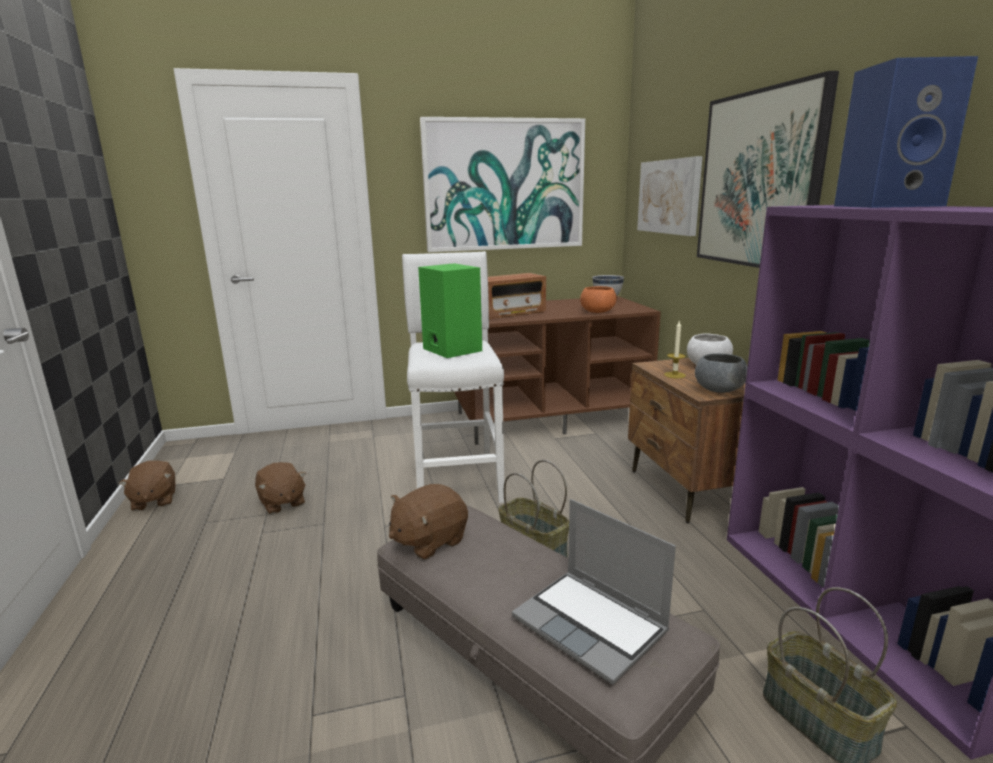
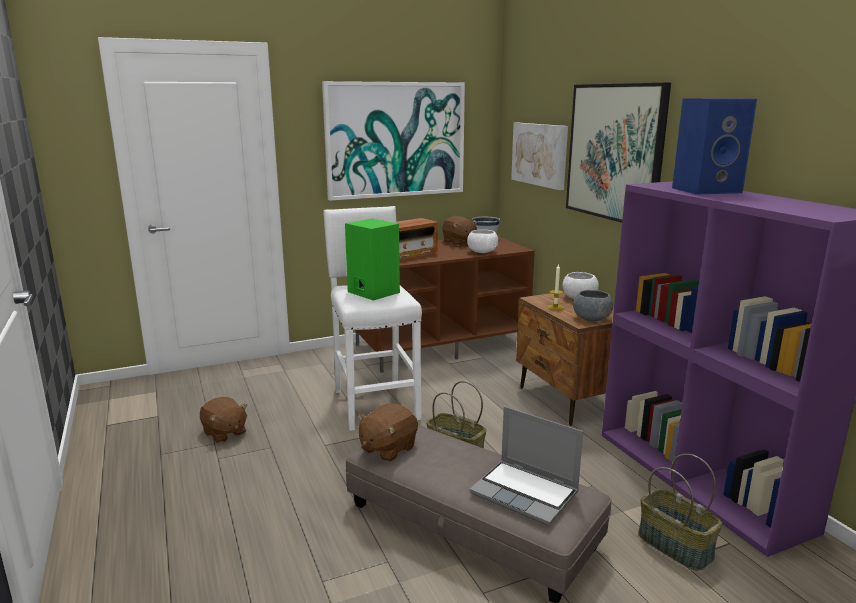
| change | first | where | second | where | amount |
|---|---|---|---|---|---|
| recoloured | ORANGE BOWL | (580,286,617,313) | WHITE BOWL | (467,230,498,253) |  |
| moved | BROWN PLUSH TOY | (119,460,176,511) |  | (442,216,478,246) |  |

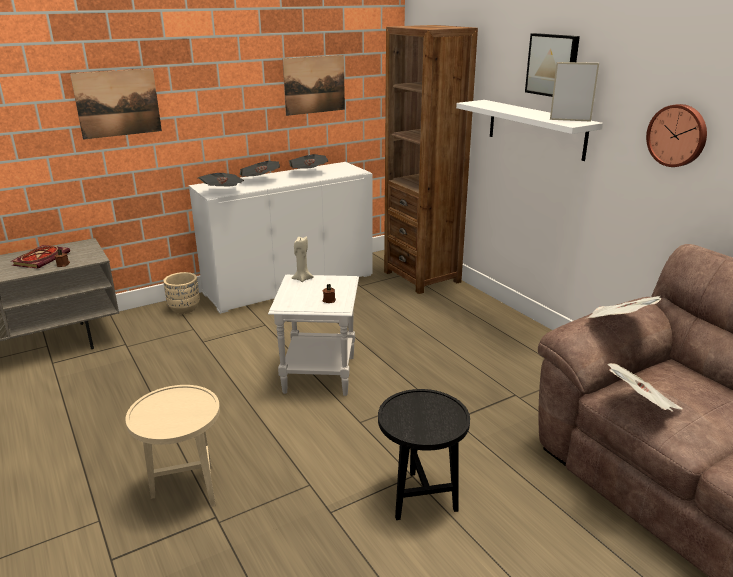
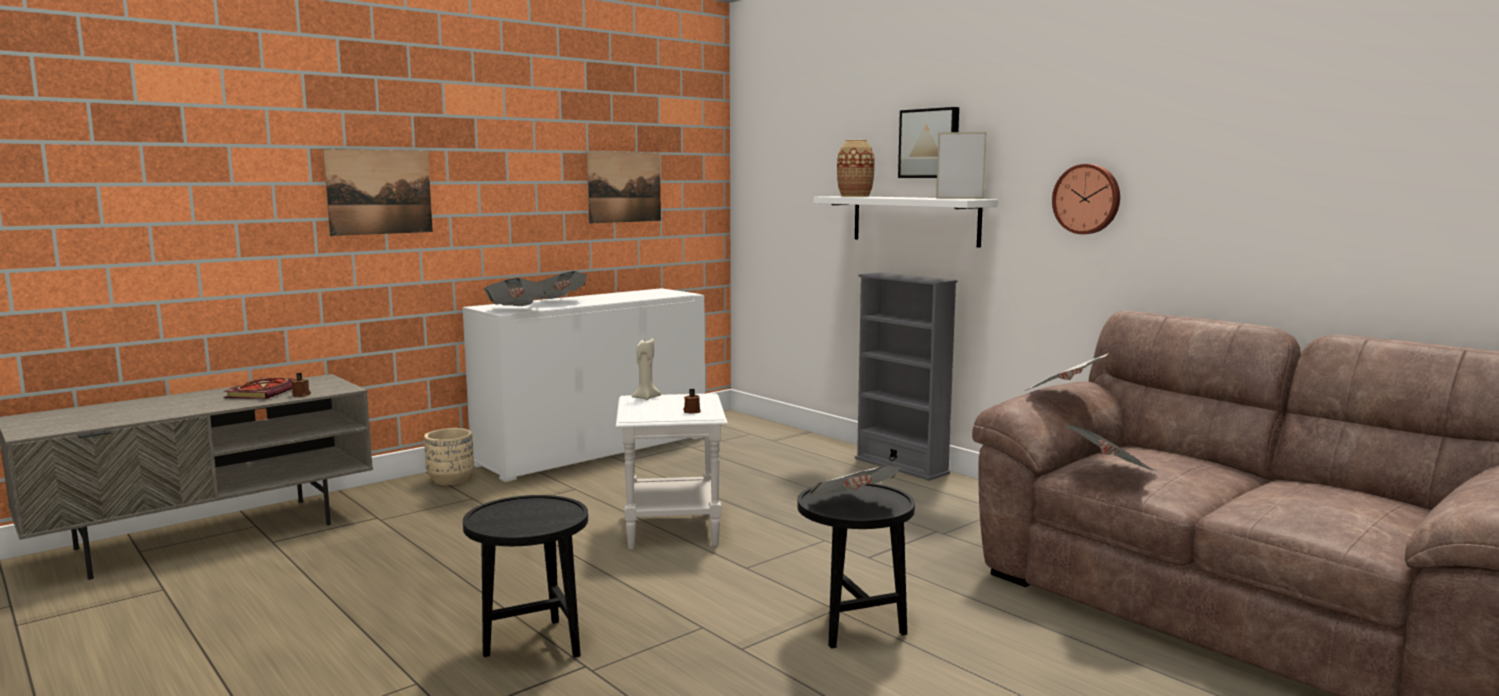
| change | first | where | second | where | amount |
|---|---|---|---|---|---|
| removed | BROWN BOOKCASE | (384,25,478,294) |  |  |  |
| moved | NEWSPAPER | (289,154,328,169) |  | (808,466,901,495) |  |
| recoloured | BEIGE SIDE TABLE | (125,385,220,507) | BLACK SIDE TABLE | (463,495,588,658) |  |
| added |  |  | VASE | (837,140,875,197) |  |
| added |  |  | GREY BOOKCASE | (855,272,958,481) |  |

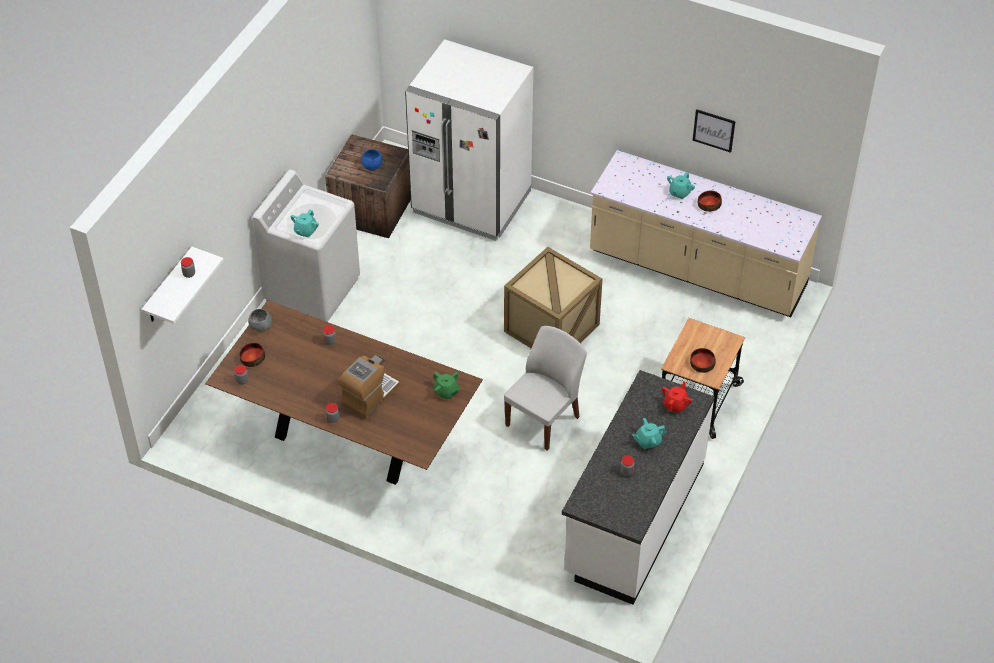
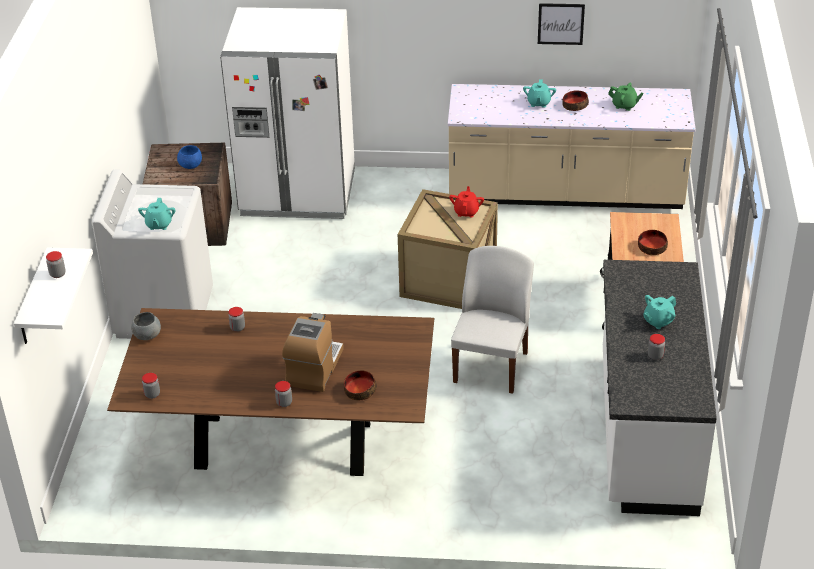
| change | first | where | second | where | amount |
|---|---|---|---|---|---|
| moved | BOWL | (239,343,265,367) |  | (344,370,377,401) |  |
| moved | GREEN TEAPOT | (433,372,460,400) |  | (608,83,644,111) |  |
| moved | RED TEAPOT | (662,381,692,413) |  | (449,186,484,218) |  |

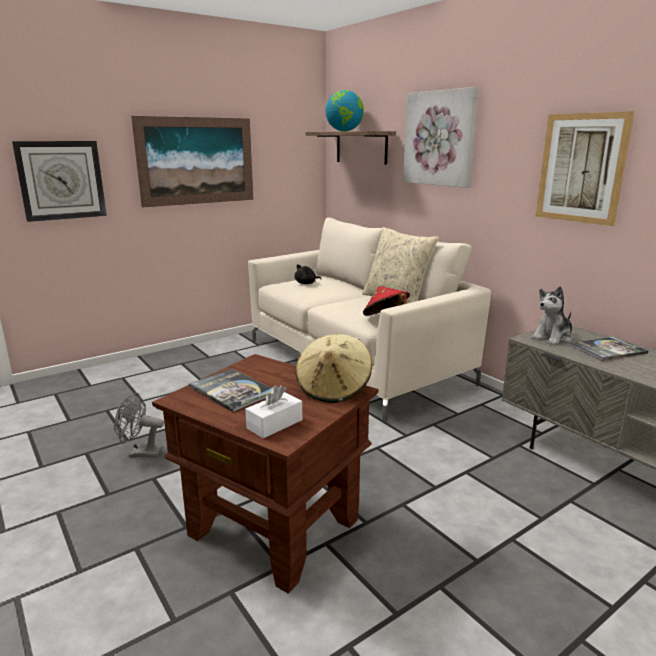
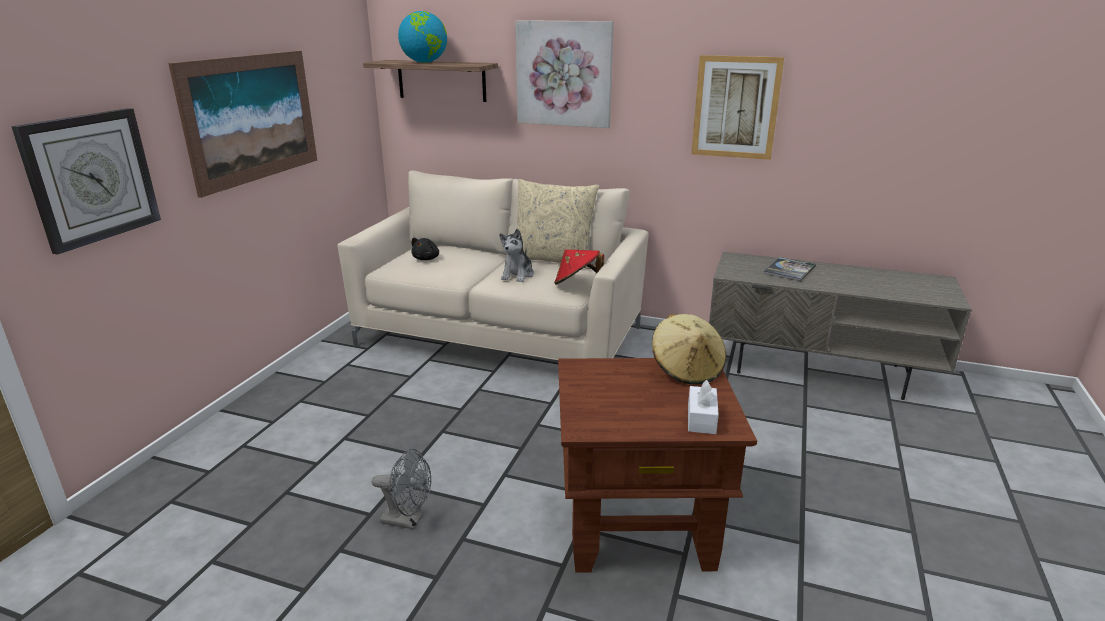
| change | first | where | second | where | amount |
|---|---|---|---|---|---|
| moved | PLUSH TOY | (531,286,572,345) |  | (499,229,534,282) |  |
| removed | BOOK | (189,369,272,412) |  |  |  |
| turned | GREY FAN | (114,393,164,458) |  | (372,449,431,530) | 135 degrees counterclockwise |

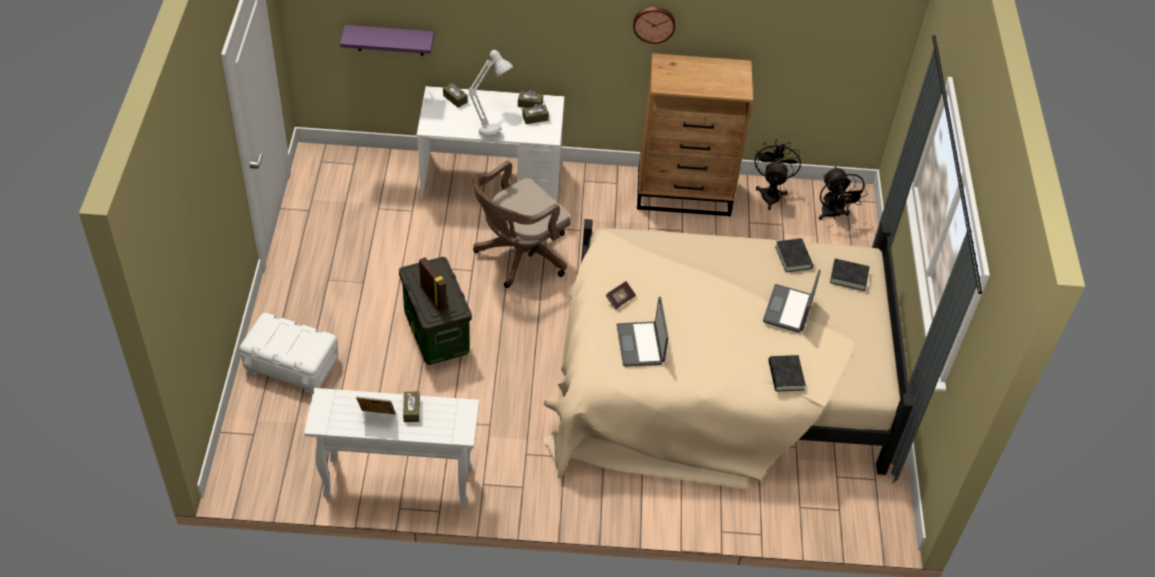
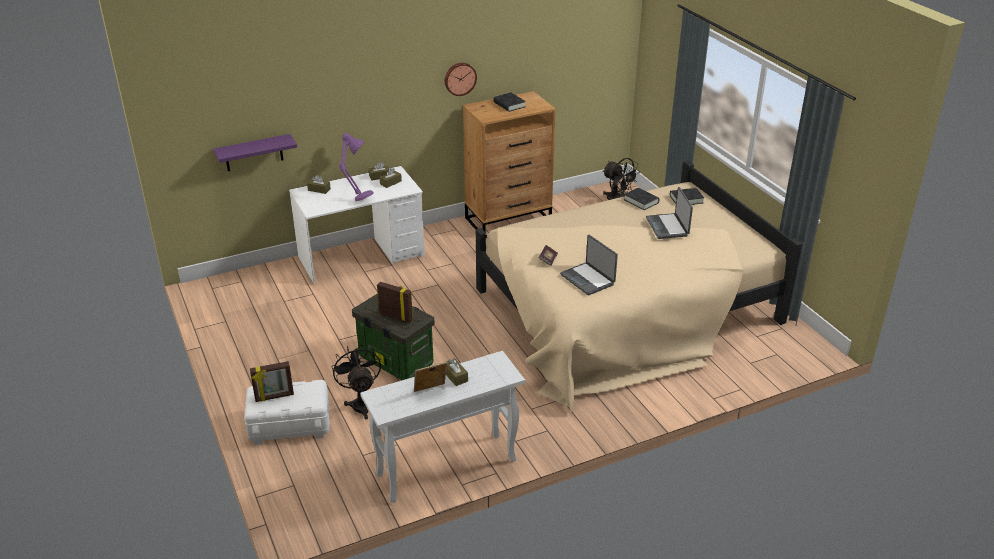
| change | first | where | second | where | amount |
|---|---|---|---|---|---|
| recoloured | GREY TABLE LAMP | (469,50,513,135) | PURPLE TABLE LAMP | (339,133,374,201) |  |
| moved | BLACK FAN | (755,139,801,210) |  | (331,344,381,420) |  |
| removed | BROWN OFFICE CHAIR | (473,161,571,288) |  |  |  |
| moved | BLACK BOOK | (768,355,806,392) |  | (493,92,526,112) |  |
| added |  |  | PICTURE FRAME | (250,361,294,402) |  |

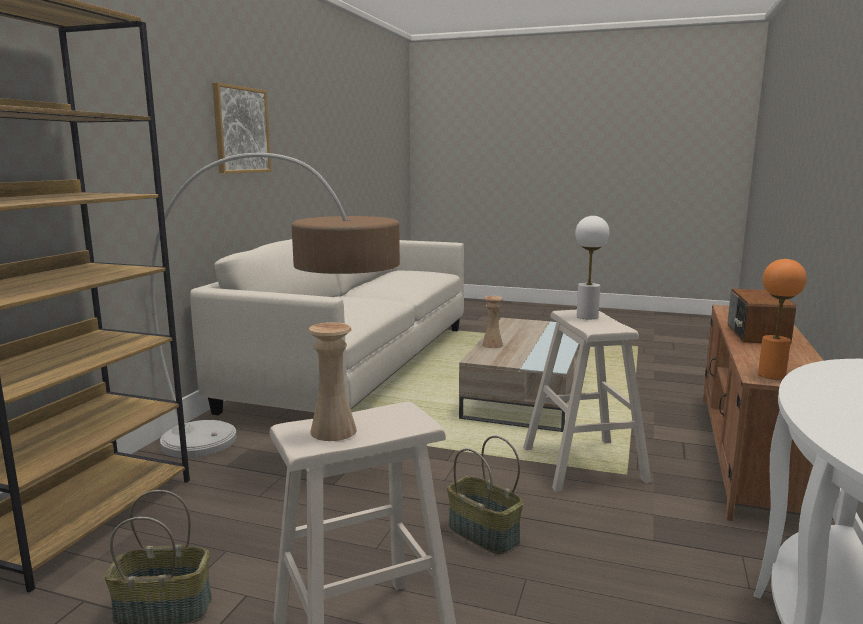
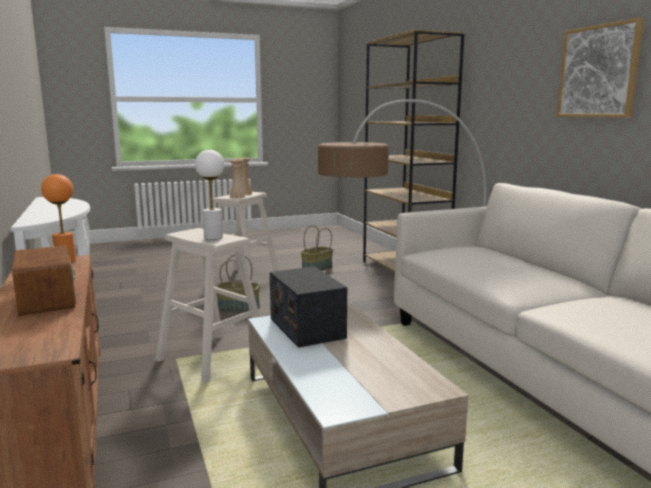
| change | first | where | second | where | amount |
|---|---|---|---|---|---|
| moved | BEIGE VASE | (482,296,503,348) |  | (229,160,245,198) |  |
| added |  |  | RADIO | (270,266,347,348) |  |

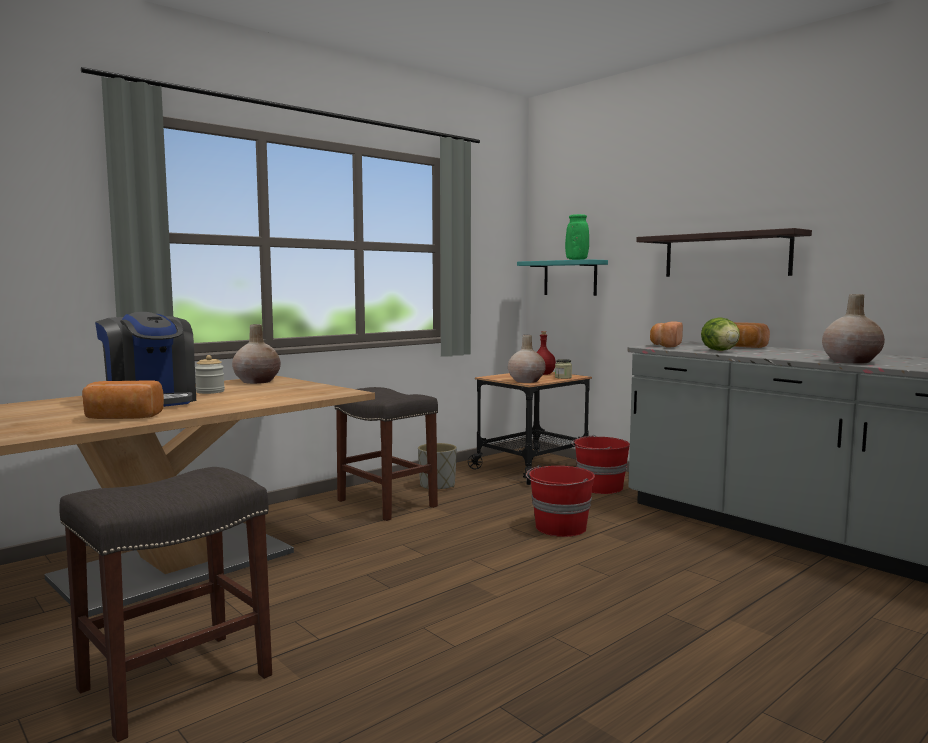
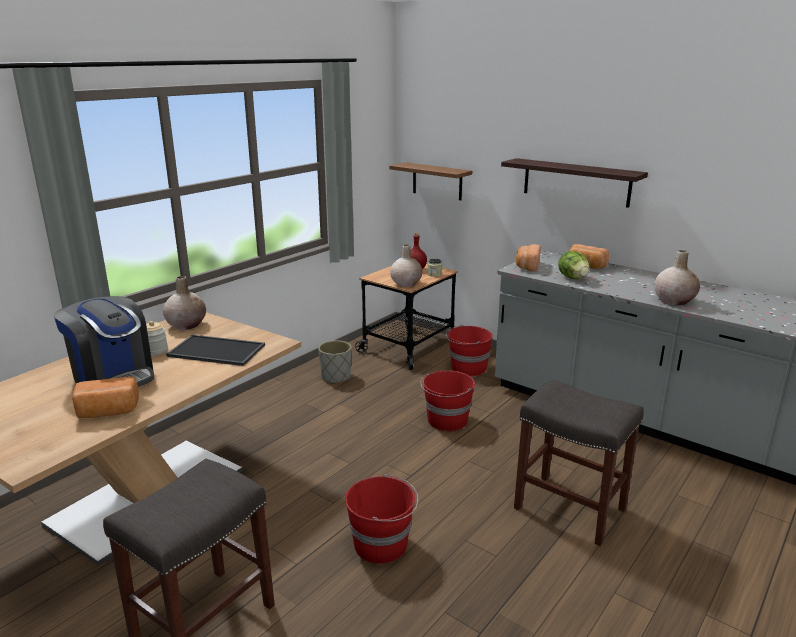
| change | first | where | second | where | amount |
|---|---|---|---|---|---|
| removed | GREEN VASE | (565,214,589,260) |  |  |  |
| recoloured | TURQUOISE SHELF | (517,259,608,296) | BROWN SHELF | (389,162,472,200) |  |
| moved | GREY STOOL | (334,387,438,521) |  | (514,379,644,546) |  |
| added |  |  | TRAY | (166,335,265,366) |  |
| added |  |  | RED BUCKET | (345,474,419,564) |  |

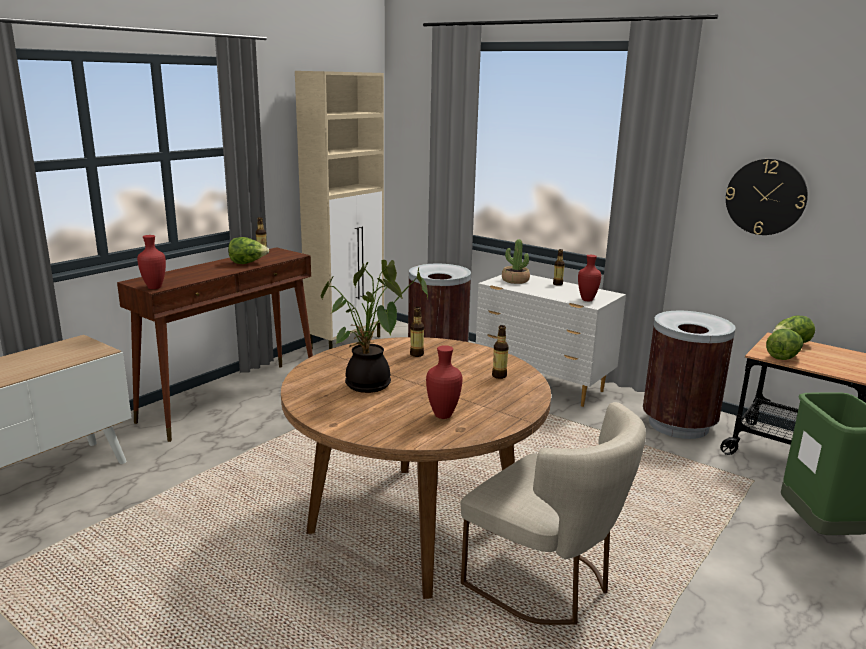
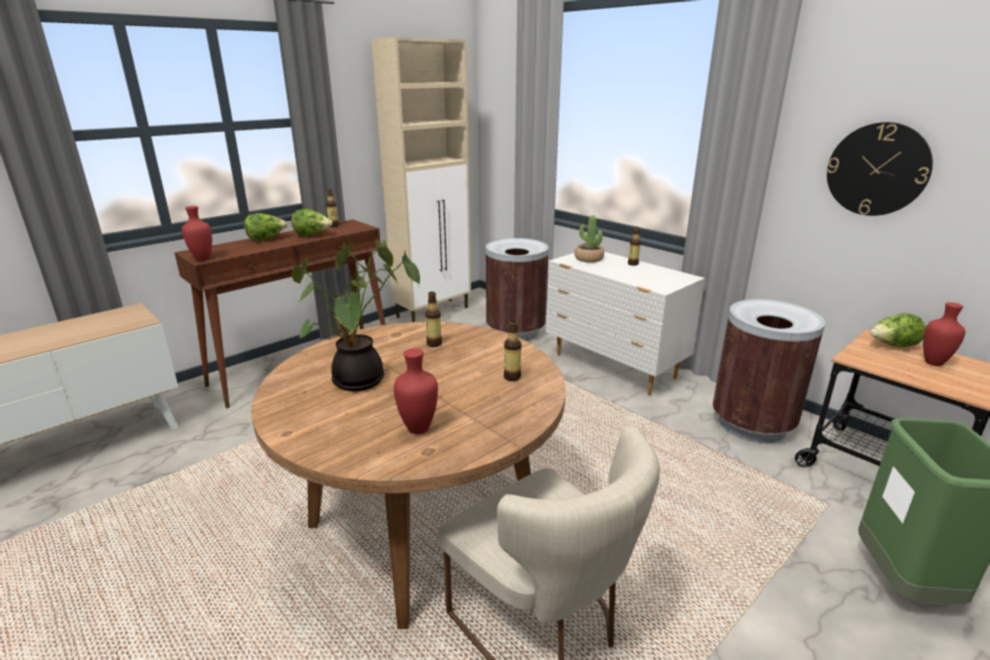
| change | first | where | second | where | amount |
|---|---|---|---|---|---|
| moved | RED VASE | (578,255,601,301) |  | (923,302,965,366) |  |
| moved | LETTUCE | (766,328,803,360) |  | (244,213,287,241) |  |

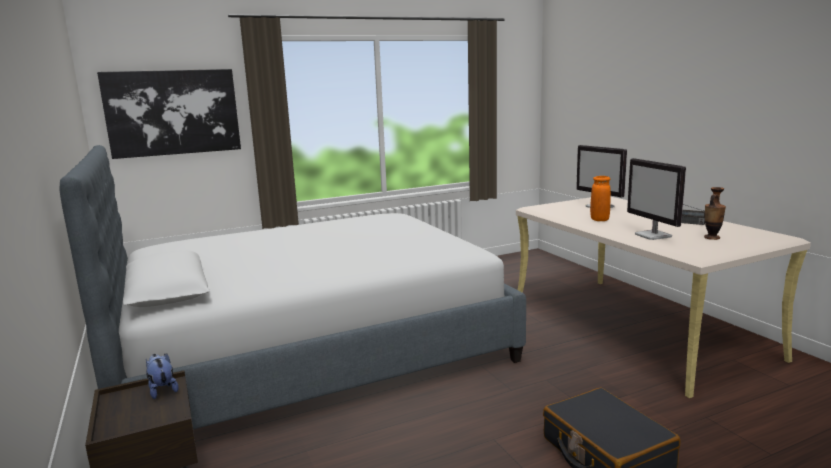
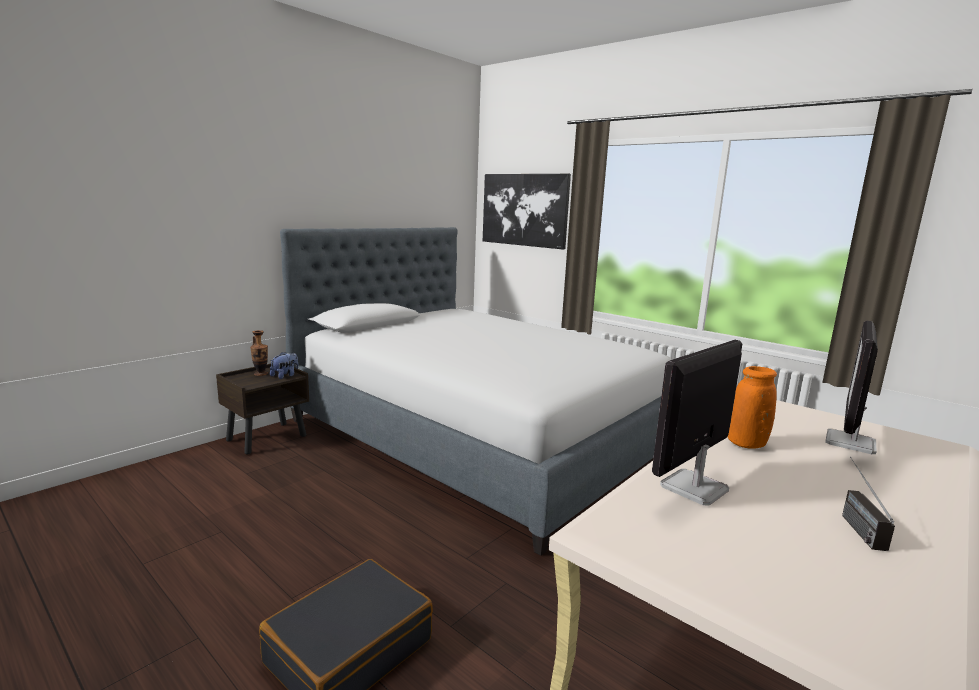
| change | first | where | second | where | amount |
|---|---|---|---|---|---|
| moved | VASE | (704,187,726,240) |  | (250,330,268,376) |  |

